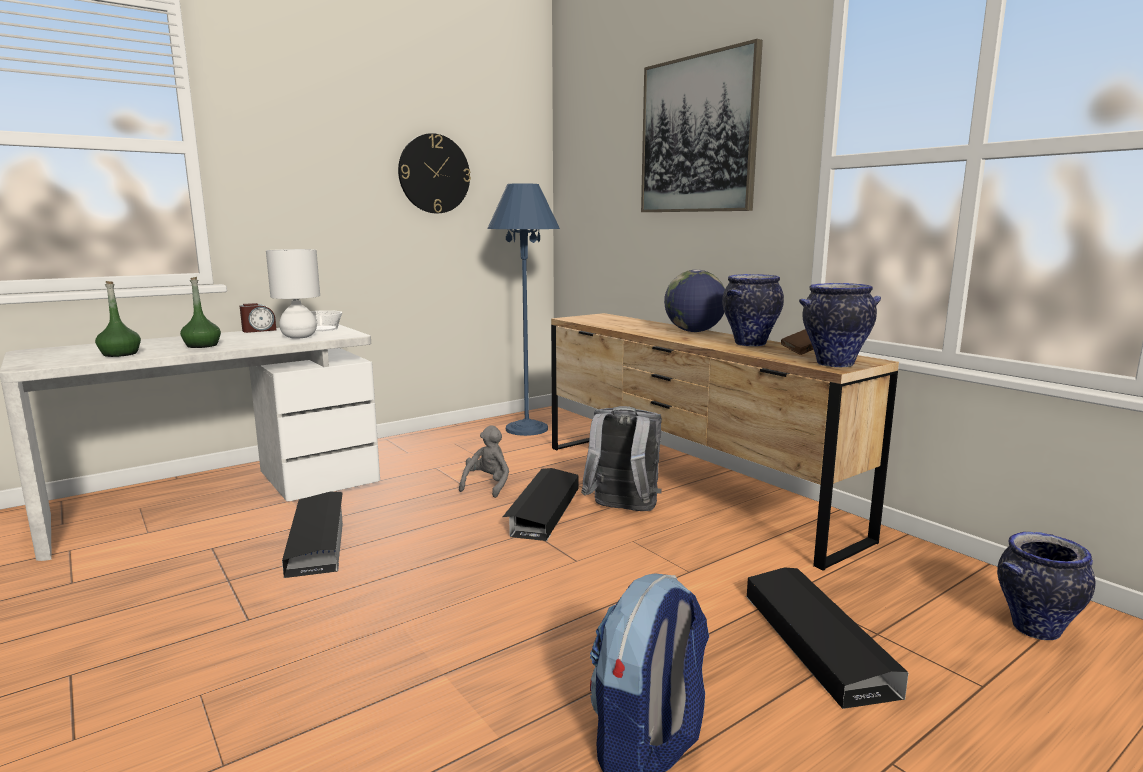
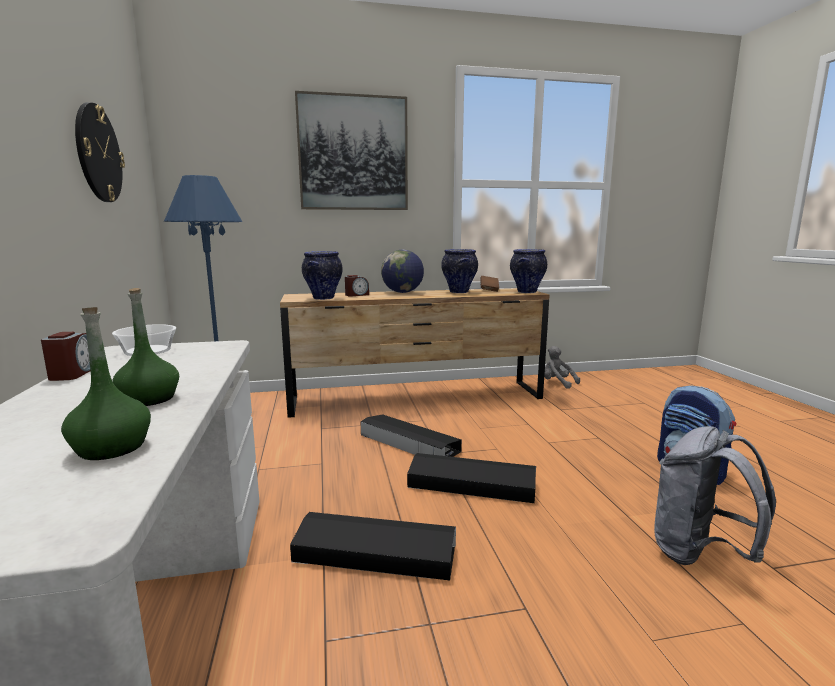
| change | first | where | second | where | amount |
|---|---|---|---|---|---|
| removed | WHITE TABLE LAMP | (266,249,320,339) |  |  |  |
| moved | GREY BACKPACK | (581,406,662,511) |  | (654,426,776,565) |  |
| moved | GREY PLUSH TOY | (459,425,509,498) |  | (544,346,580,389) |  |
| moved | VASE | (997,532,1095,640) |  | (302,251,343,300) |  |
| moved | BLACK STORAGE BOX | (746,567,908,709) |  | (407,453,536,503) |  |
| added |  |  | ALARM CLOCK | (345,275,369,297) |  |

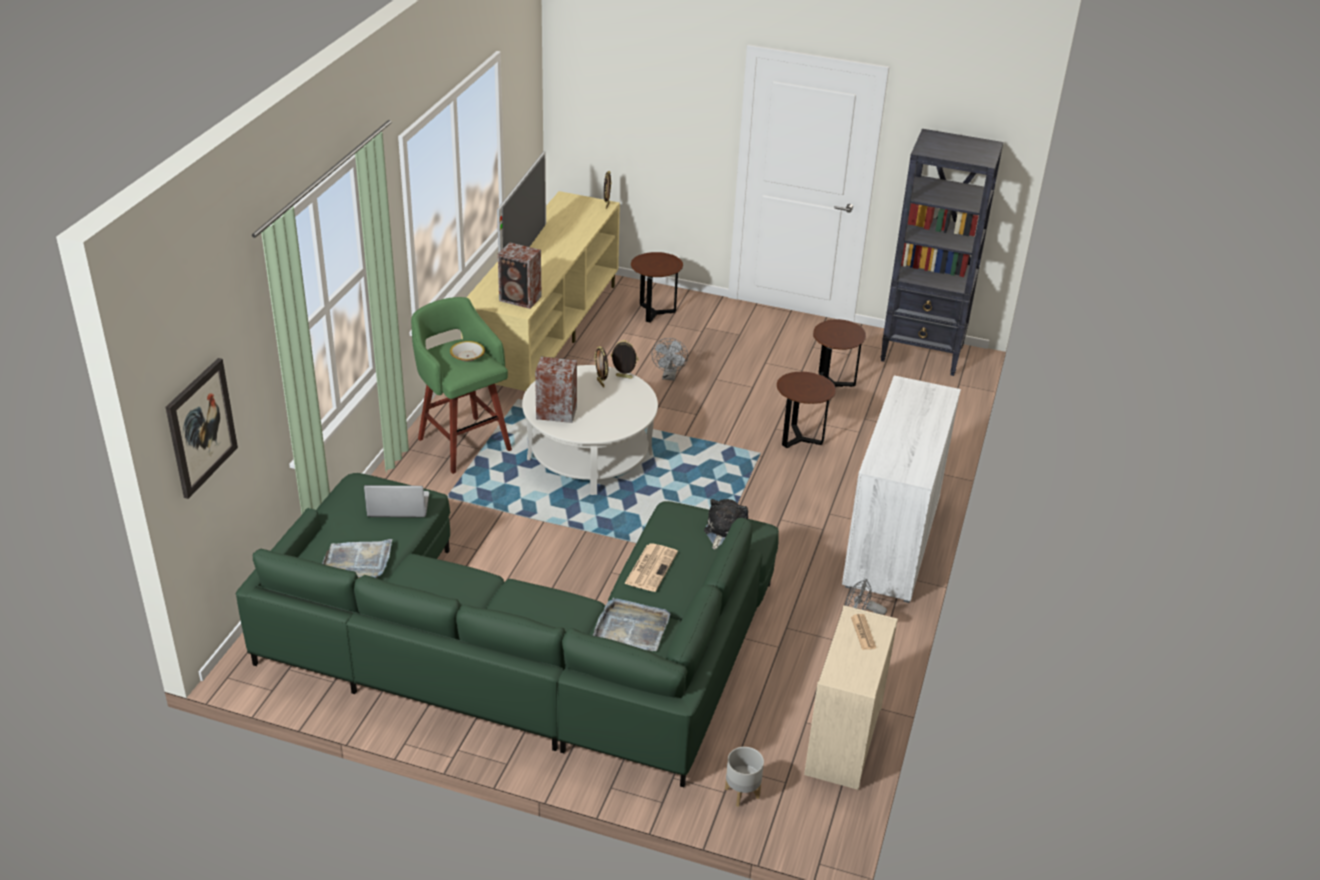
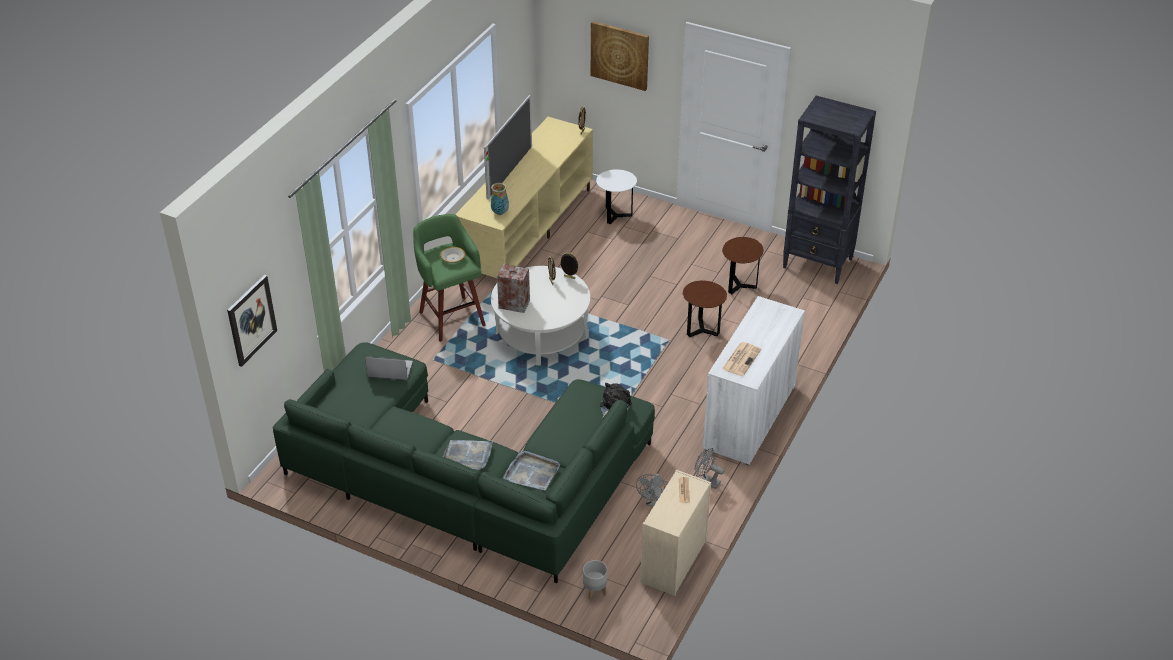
| change | first | where | second | where | amount |
|---|---|---|---|---|---|
| replaced | SPEAKER | (498,242,542,309) | VASE | (491,183,509,215) |  |
| recoloured | BROWN SIDE TABLE | (631,252,683,323) | WHITE SIDE TABLE | (596,169,637,224) |  |
| moved | GREY FAN | (651,338,688,381) |  | (636,474,667,507) |  |
| moved | GREY TRAY | (322,539,392,578) |  | (443,440,493,470) |  |
| moved | NEWSPAPER | (624,543,678,592) |  | (722,342,761,376) |  |
| added |  |  | PICTURE | (591,21,649,91) |  |

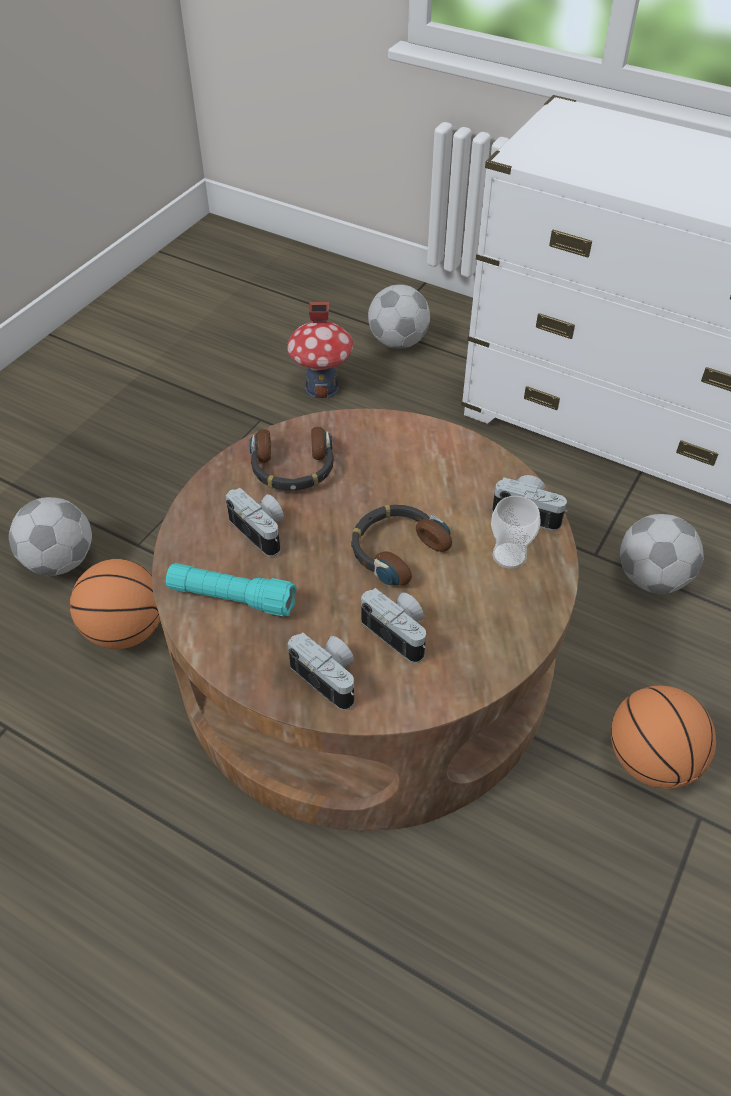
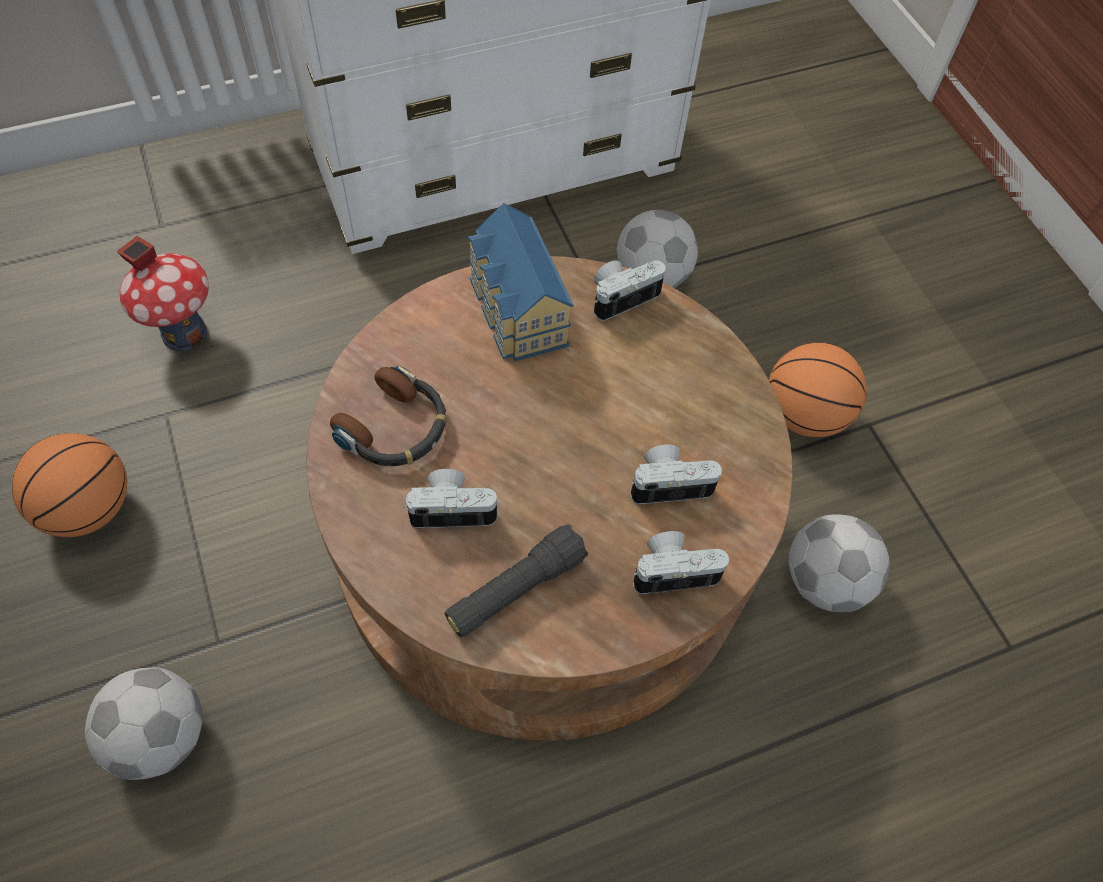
| change | first | where | second | where | amount |
|---|---|---|---|---|---|
| moved | FOOTBALL | (368,284,430,348) |  | (788,514,890,612) |  |
| removed | CUP | (491,496,540,569) |  |  |  |
| removed | HEADPHONES | (351,504,452,585) |  |  |  |
| moved | BASKETBALL | (70,559,160,649) |  | (12,433,127,537) |  |
| recoloured | TURQUOISE FLASHLIGHT | (166,563,297,617) | BLACK FLASHLIGHT | (445,525,588,637) |  |
| added |  |  | TOY HOUSE | (467,203,573,361) |  |

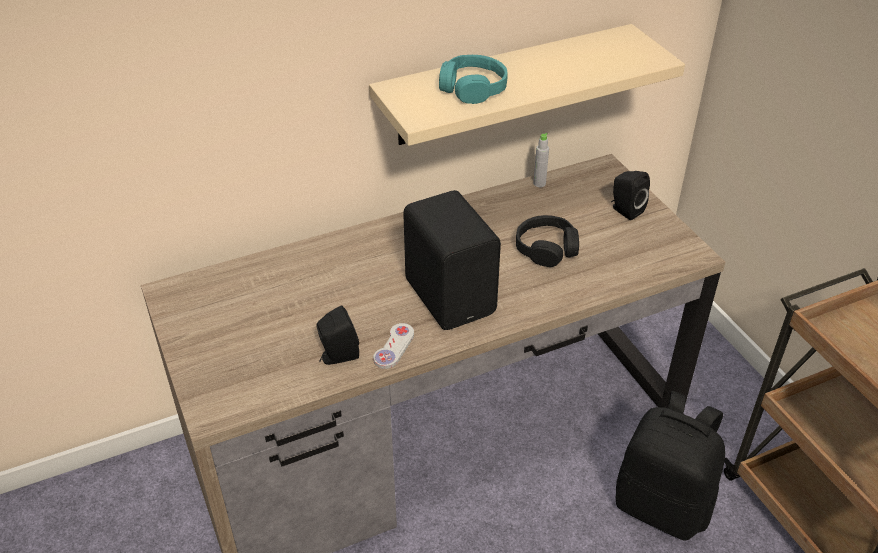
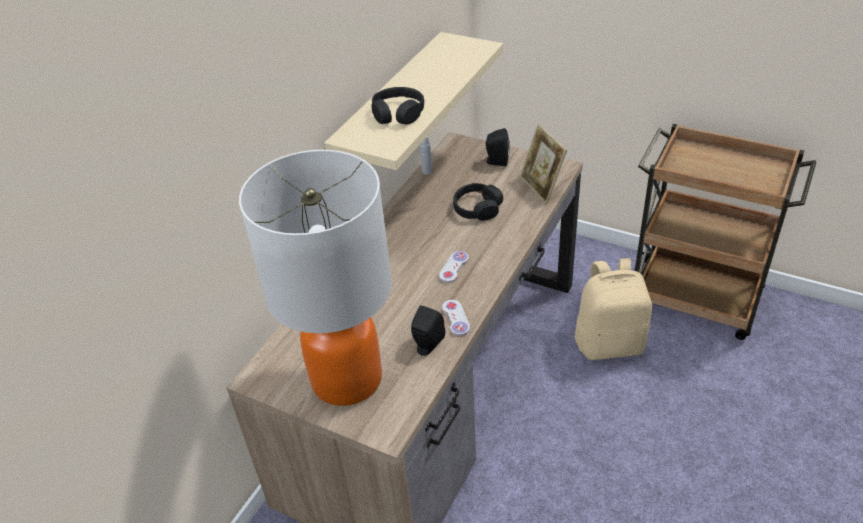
| change | first | where | second | where | amount |
|---|---|---|---|---|---|
| recoloured | TURQUOISE HEADPHONES | (439,55,507,104) | BLACK HEADPHONES | (371,87,424,125) |  |
| replaced | BLACK SPEAKER | (403,190,501,330) | WHITE GAME CONTROLLER | (439,251,469,283) |  |
| recoloured | BLACK BACKPACK | (616,391,725,541) | BEIGE BACKPACK | (575,258,652,360) |  |
| added |  |  | PICTURE FRAME | (520,124,567,204) |  |
| added |  |  | TABLE LAMP | (239,150,392,406) |  |

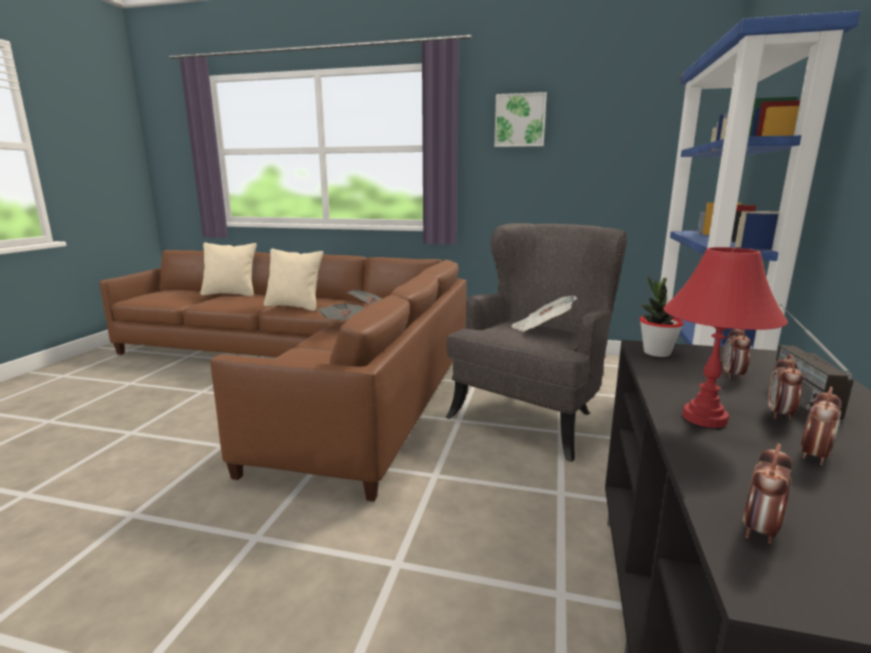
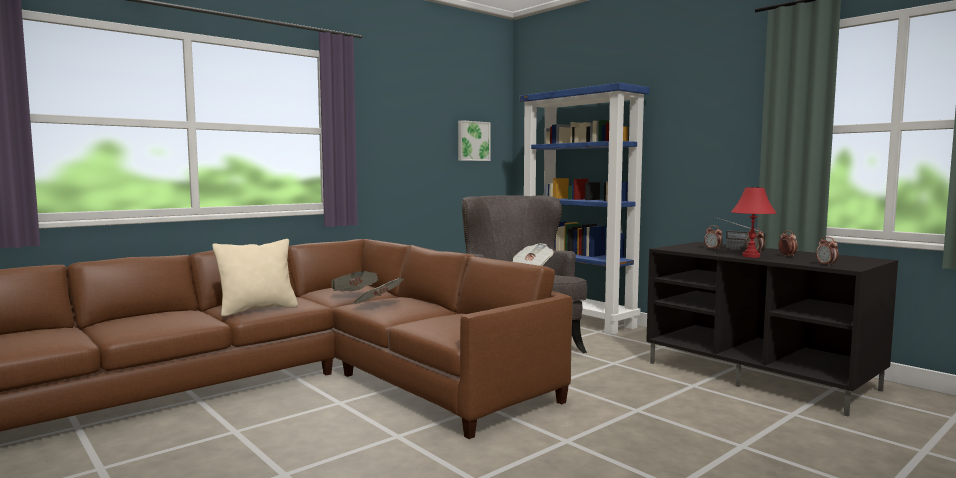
| change | first | where | second | where | amount |
|---|---|---|---|---|---|
| moved | PICTURE | (494,92,547,147) |  | (458,120,491,161) |  |
| removed | BEIGE PILLOW | (200,242,257,296) |  |  |  |
| removed | POTTED PLANT | (640,276,684,357) |  |  |  |

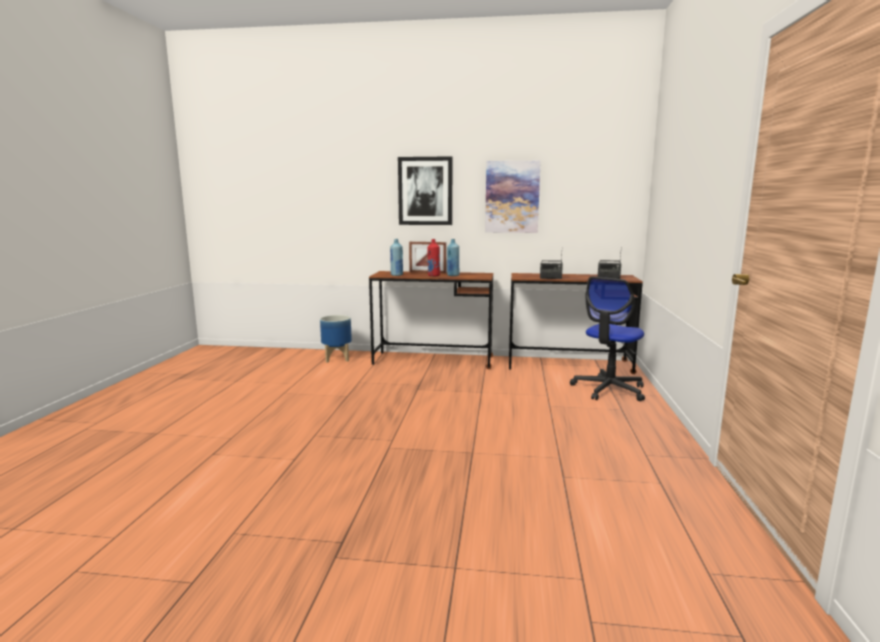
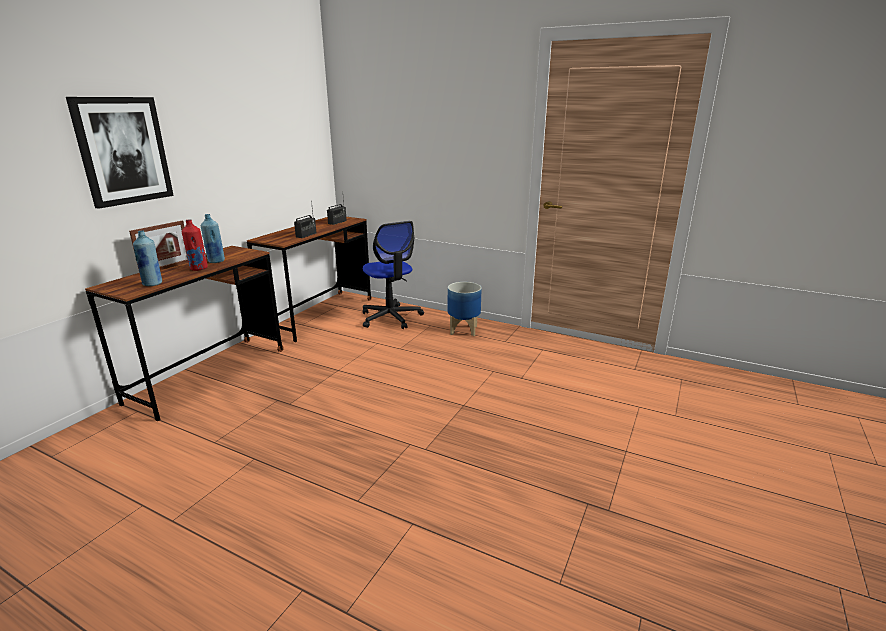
| change | first | where | second | where | amount |
|---|---|---|---|---|---|
| removed | PICTURE | (485,161,541,233) |  |  |  |
| moved | PLANTER | (320,315,352,363) |  | (448,282,482,336) |  |

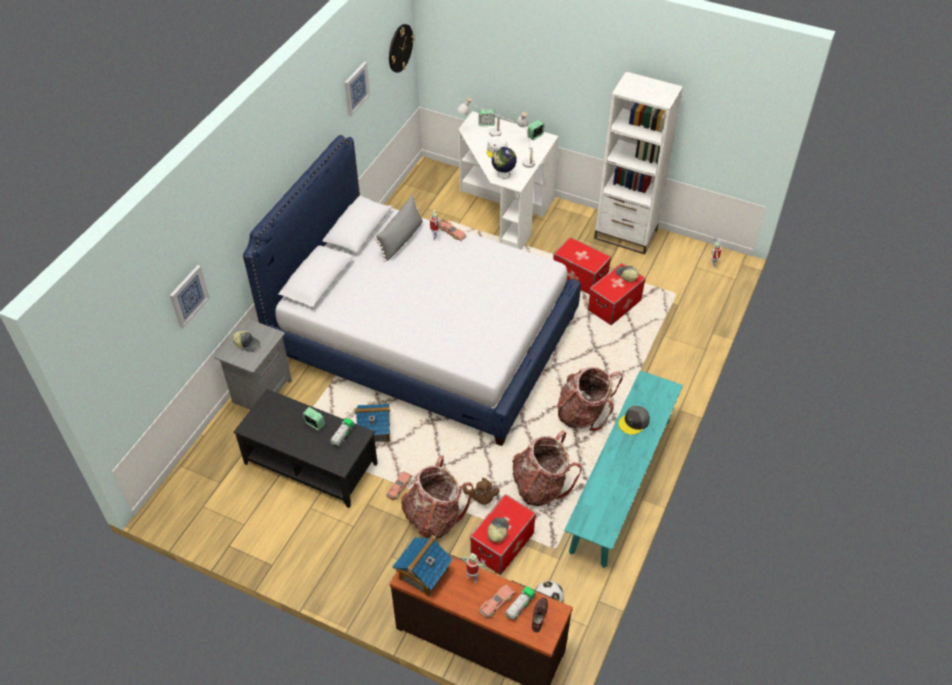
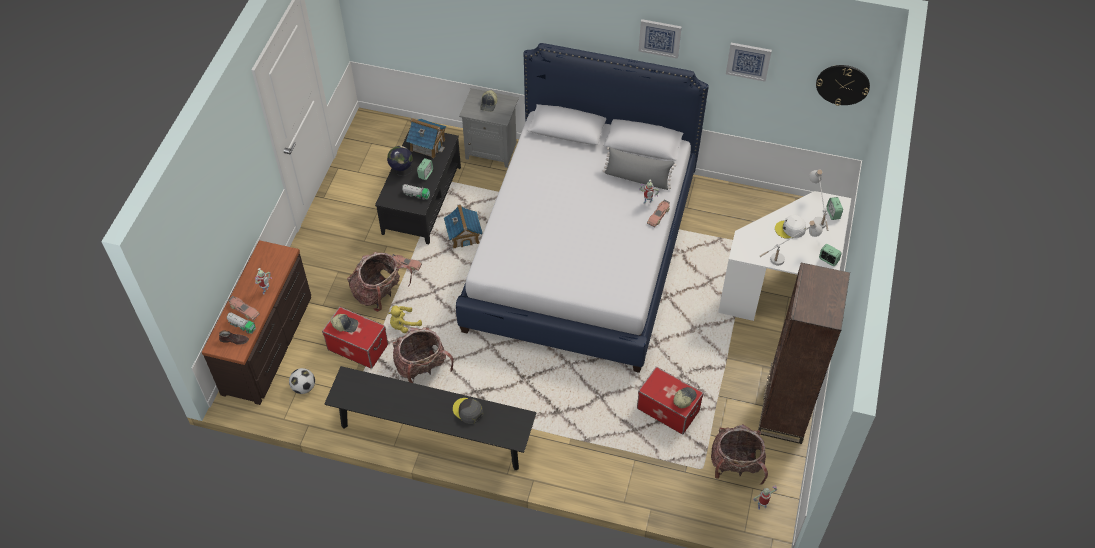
| change | first | where | second | where | amount |
|---|---|---|---|---|---|
| recoloured | WHITE BOOKCASE | (594,72,683,254) | BROWN BOOKCASE | (758,262,850,444) |  |
| moved | GLOBE | (492,147,517,179) |  | (387,146,413,176) |  |
| removed | STORAGE BOX | (553,237,611,294) |  |  |  |
| moved | PICTURE | (170,265,210,328) |  | (639,19,682,59) |  |
| moved | BACKPACK | (557,367,623,431) |  | (711,424,768,485) |  |
| recoloured | TURQUOISE BENCH | (564,370,683,568) | BLACK BENCH | (324,366,537,471) |  |
| recoloured | BROWN PLUSH TOY | (463,478,500,505) | YELLOW PLUSH TOY | (388,306,422,333) |  |
| moved | TOY HOUSE | (392,535,453,597) |  | (406,118,446,158) |  |

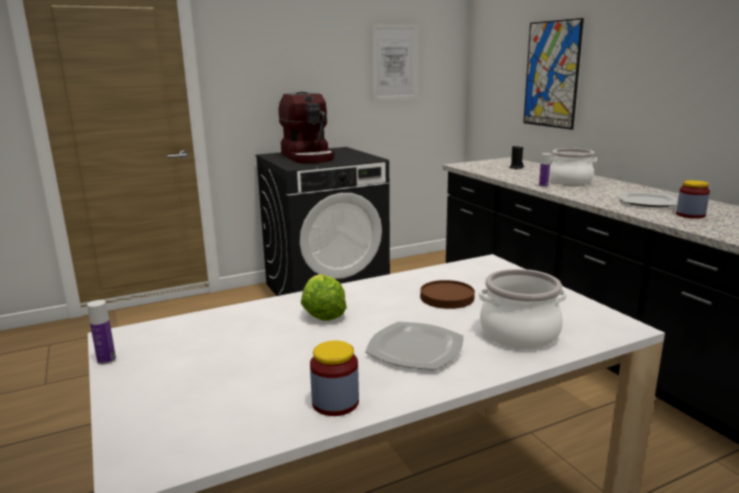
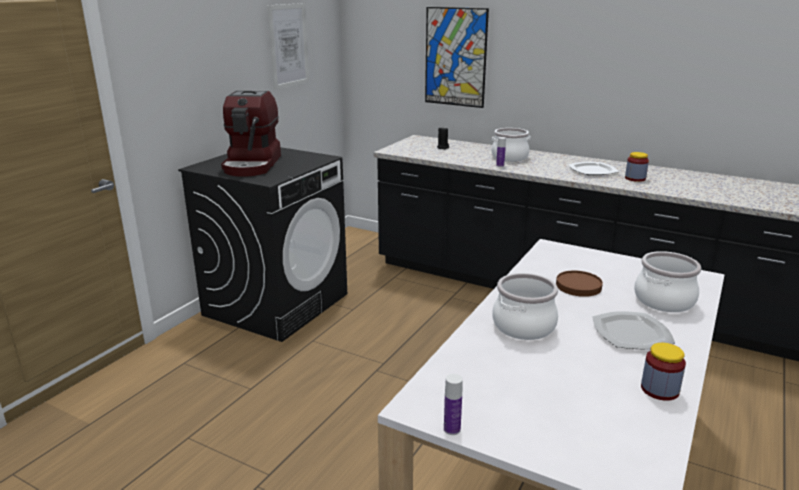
| change | first | where | second | where | amount |
|---|---|---|---|---|---|
| turned | COFFEE MACHINE | (278,92,335,163) |  | (221,91,281,177) | 60 degrees clockwise |
| replaced | LETTUCE | (301,274,347,321) | COOKING POT | (492,273,558,340) |  |

